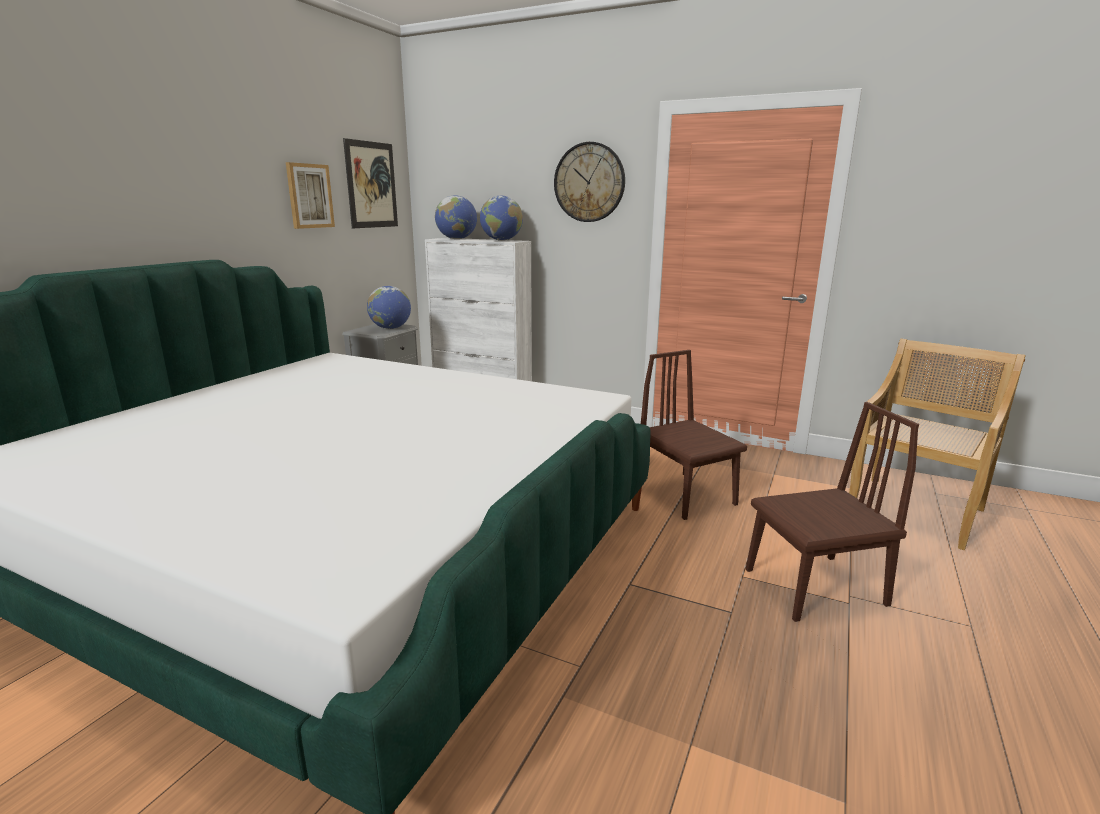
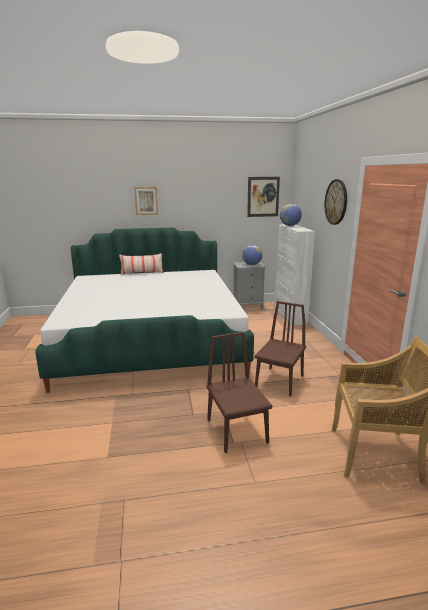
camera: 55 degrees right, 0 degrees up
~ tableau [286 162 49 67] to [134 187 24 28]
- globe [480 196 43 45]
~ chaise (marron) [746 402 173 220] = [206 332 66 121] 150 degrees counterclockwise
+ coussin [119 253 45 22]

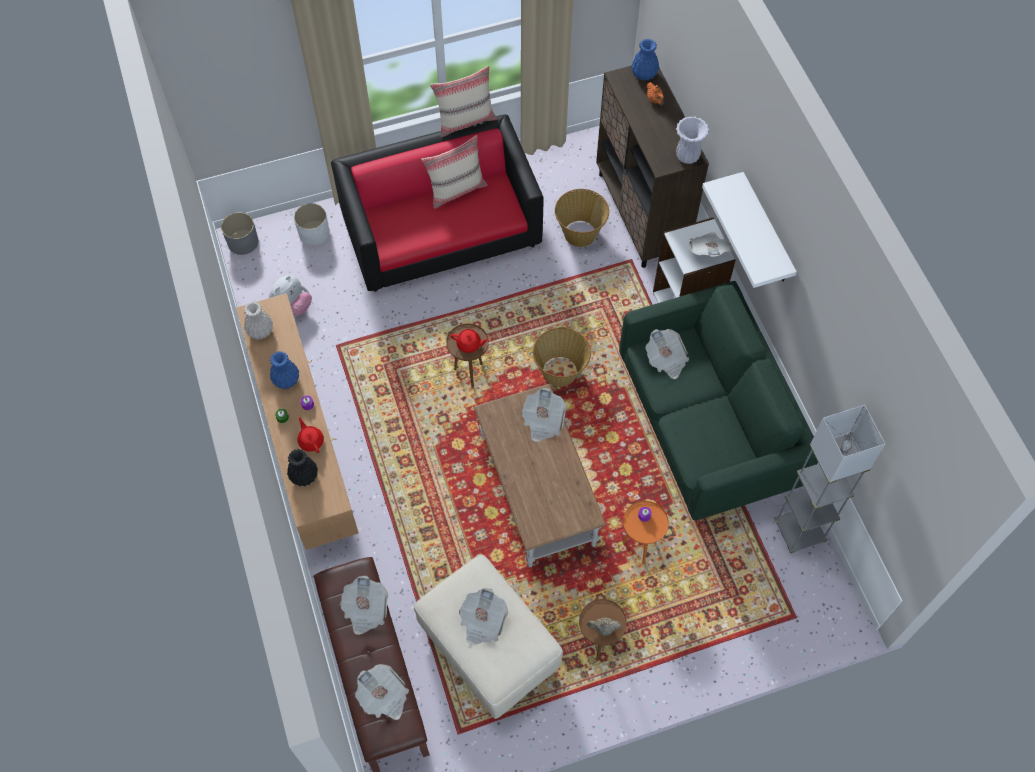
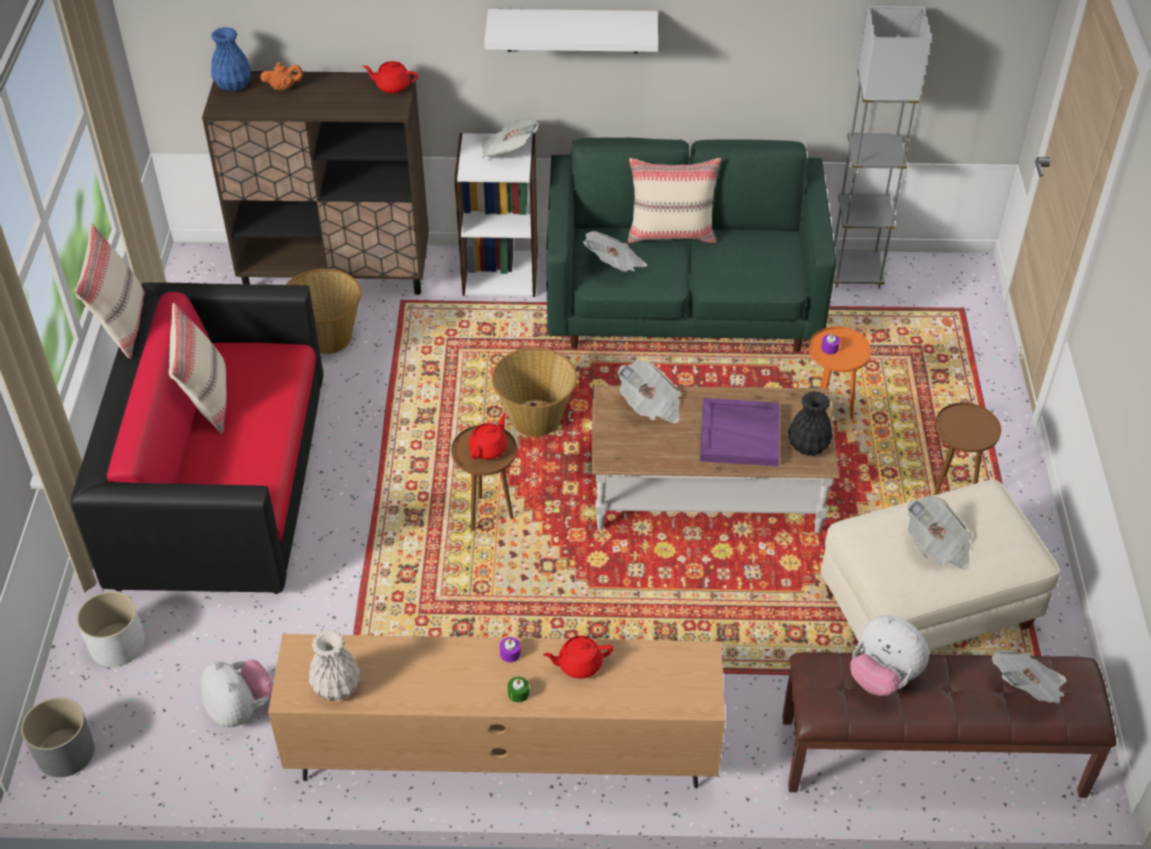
camera: 70 degrees left, 15 degrees down
- vase (bleu) [270 351 29 38]
~ vase (noir) [287 449 31 37] to [788 391 45 65]
~ journal [340 576 48 59] to peluche [850 615 79 81]
- théière (beige) [587 617 34 19]
~ vase (blanc) [676 116 33 48] to théière (rouge) [363 61 55 32]
+ coussin (beige) [628 158 93 85]
+ plateau (violet) [700 398 79 69]

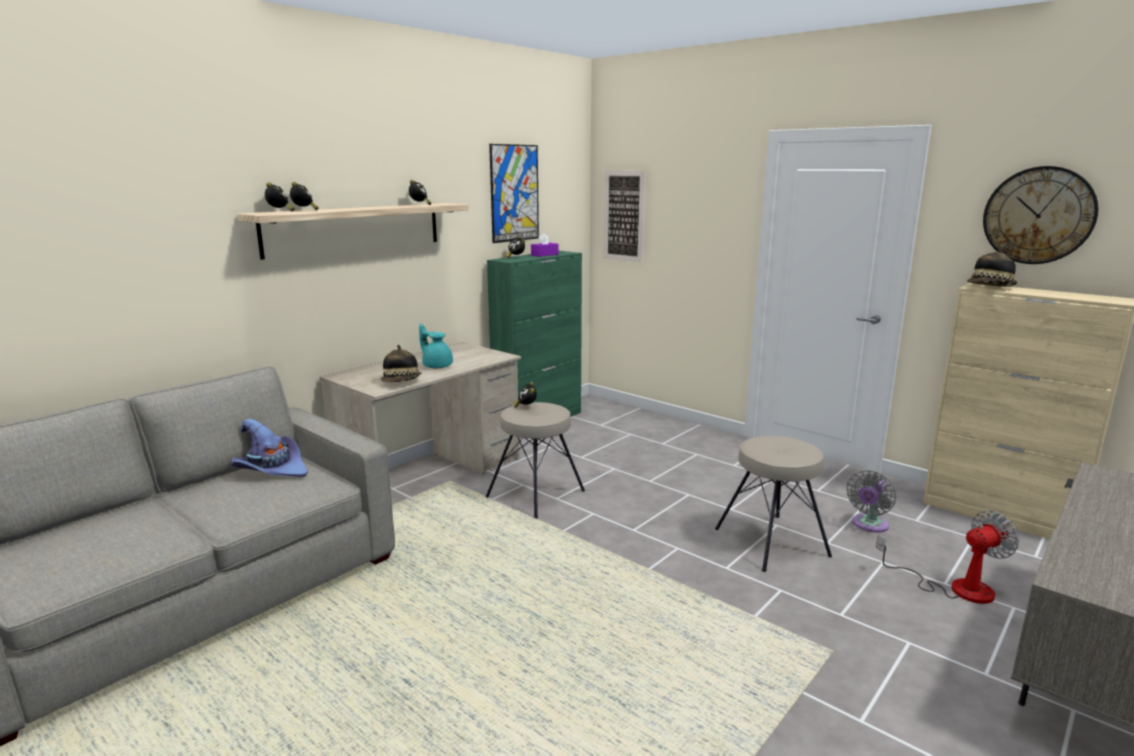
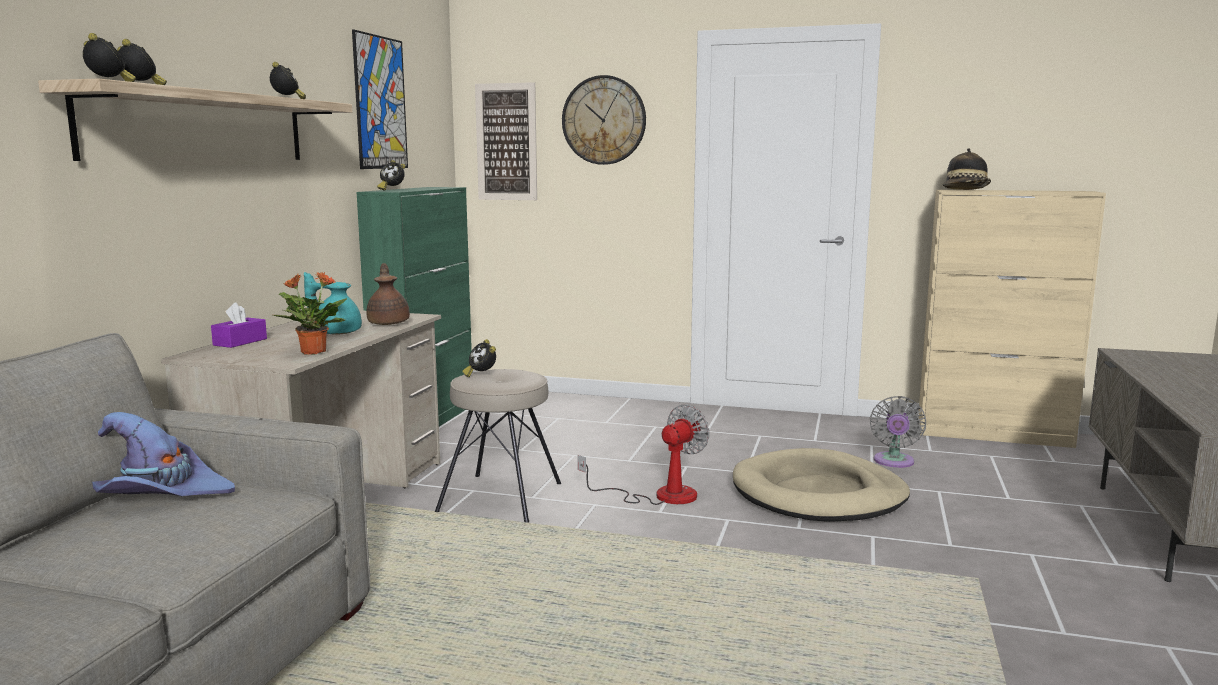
camera: 25 degrees left, 5 degrees down
~ chapeau [381 345 41 37] to plante en pot [273 272 74 82]
~ boîte à mouchoirs (violet) [531 233 27 24] to [211 302 56 46]
~ tabouret (beige) [715 436 117 136] to panier pour chien (beige) [733 448 177 74]
~ ventilateur [876 510 143 94] to [578 404 132 101]
~ horloge murale [983 166 116 98] to [562 75 84 90]
+ théière (marron) [366 263 44 62]

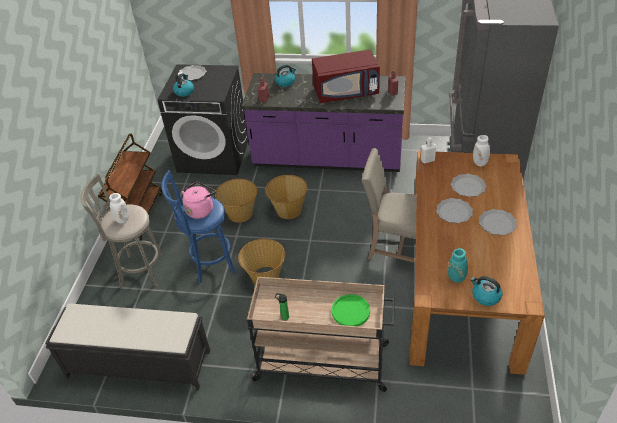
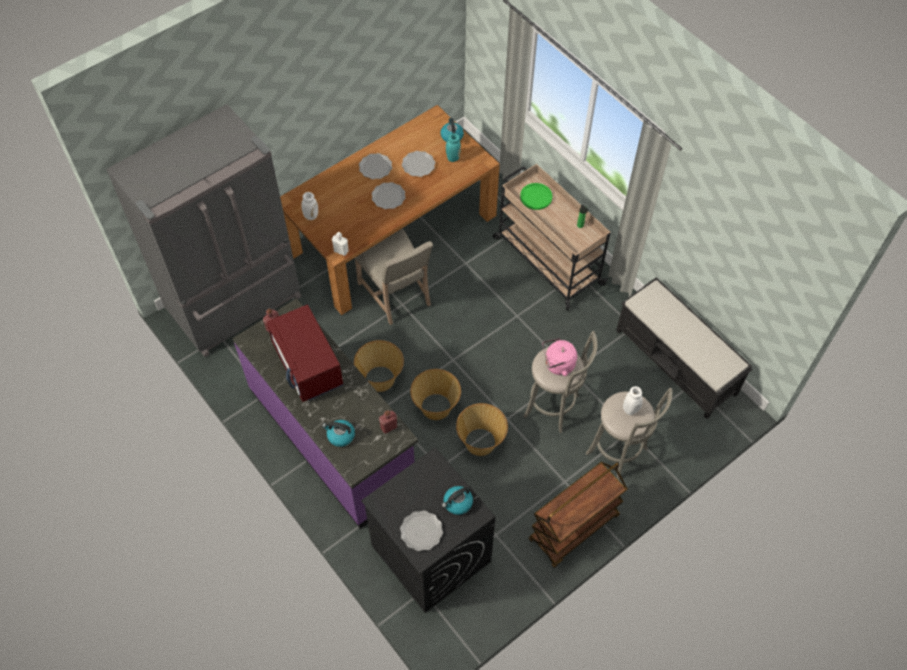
camera: 140 degrees left, 15 degrees up
~ tabouret (bleu) [162 170 74 113] to tabouret (gris) [523 331 75 102]
~ panier [238 239 47 46] to [354 340 50 52]
~ micro-ondes (rouge) [312 50 68 53] = [267 305 77 97] 150 degrees counterclockwise
~ assiette [451 174 36 23] to [402 151 34 26]

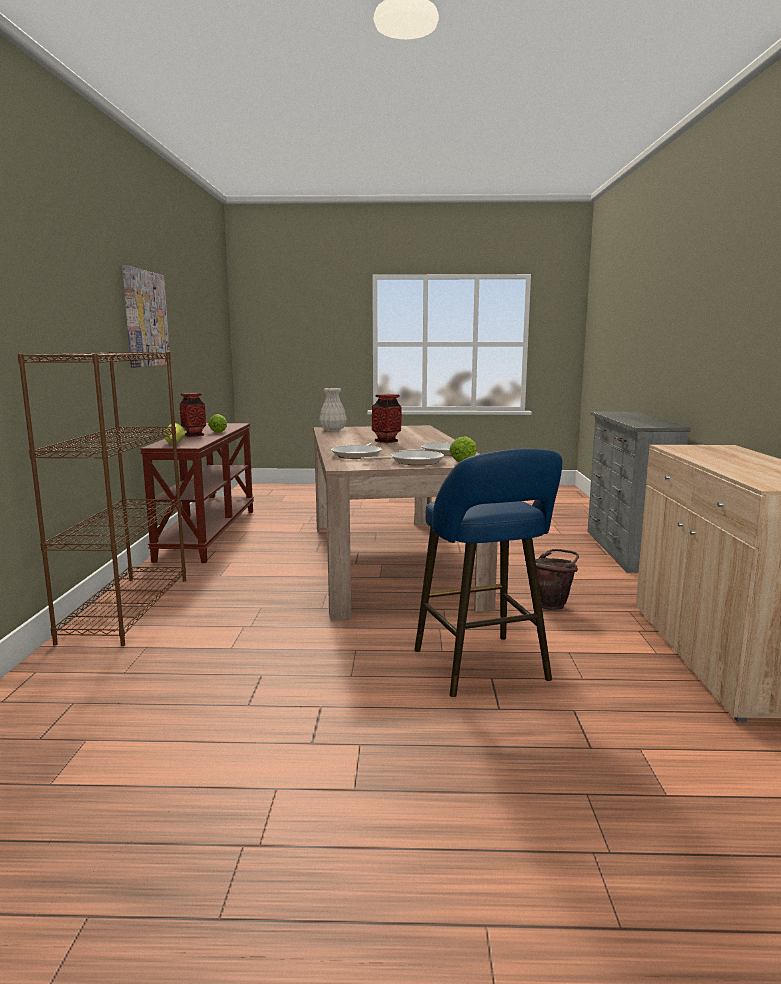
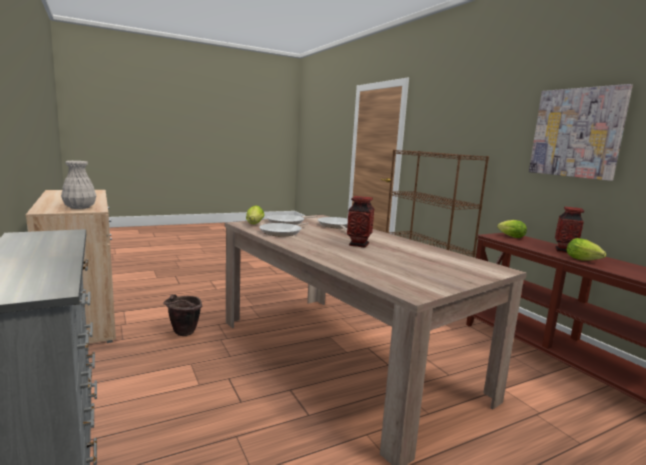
camera: 150 degrees right, 0 degrees up
~ vase (blanc) [319 388 28 43] to [61 161 35 48]
- tabouret (bleu) [414 449 148 248]

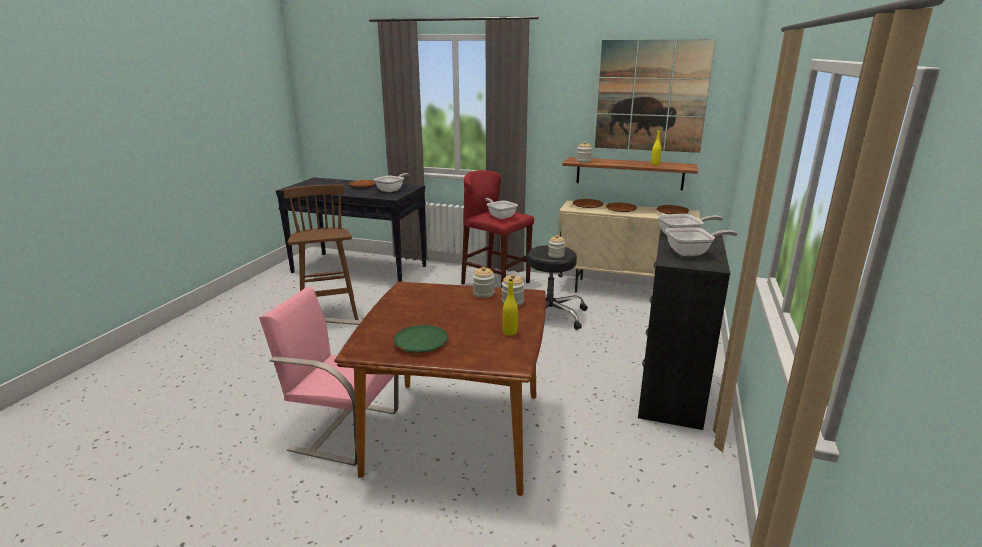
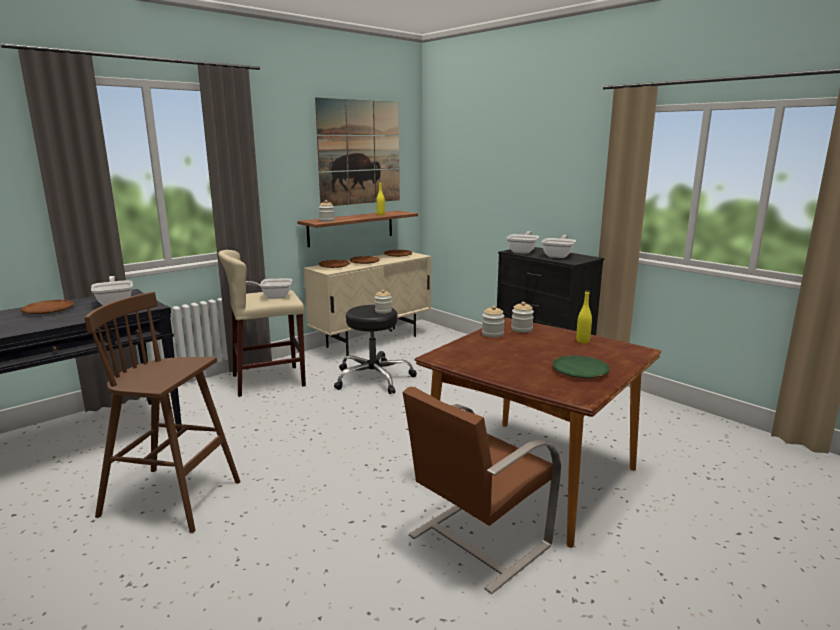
camera: 60 degrees left, 5 degrees down
~ chaise (rose) [259 286 140 180] to chaise (marron) [403 387 158 207]
~ tabouret (rouge) [461 170 73 118] to tabouret (beige) [218 250 88 147]

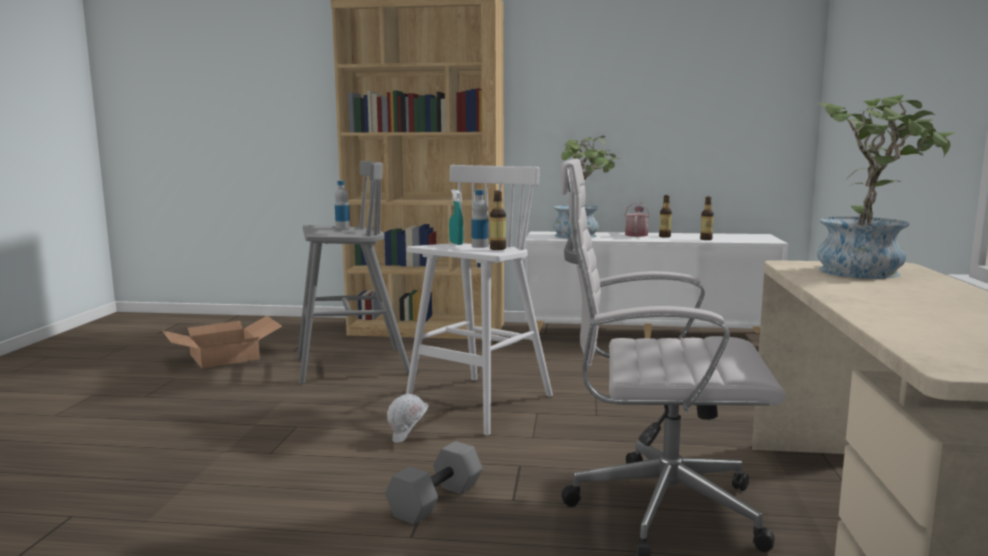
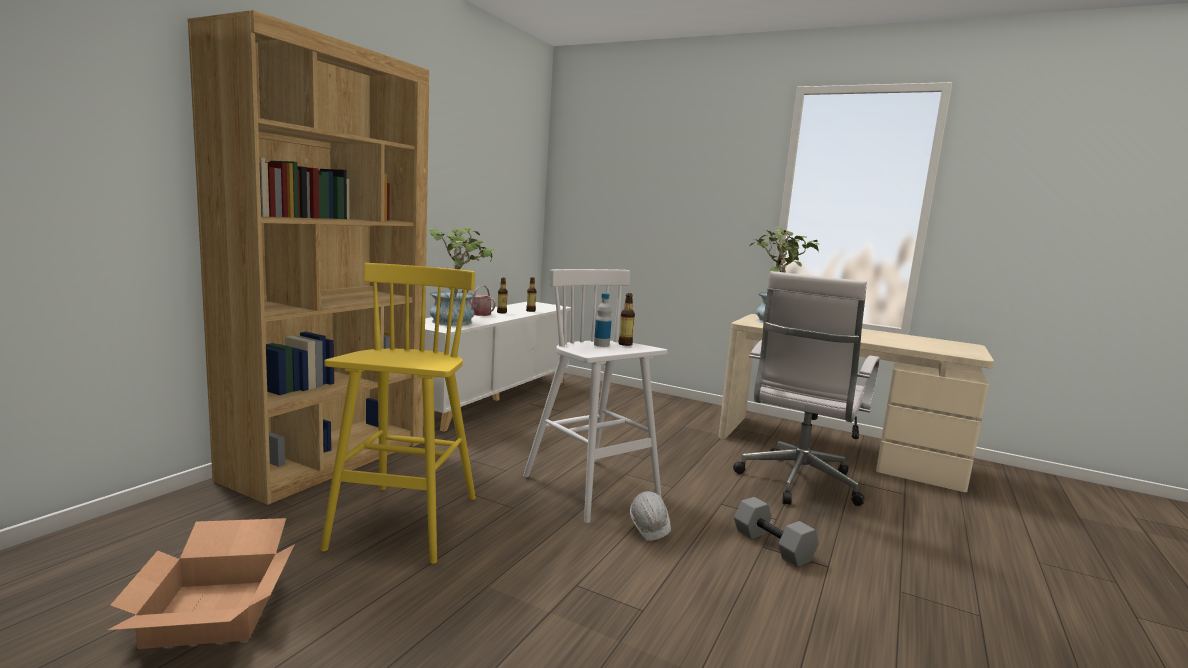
camera: 70 degrees left, 0 degrees up
~ tabouret (gris) [297 161 113 223] to tabouret (jaune) [320 263 156 301]
- bouteille [335 181 15 48]
- vaporisateur (turquoise) [449 190 15 55]

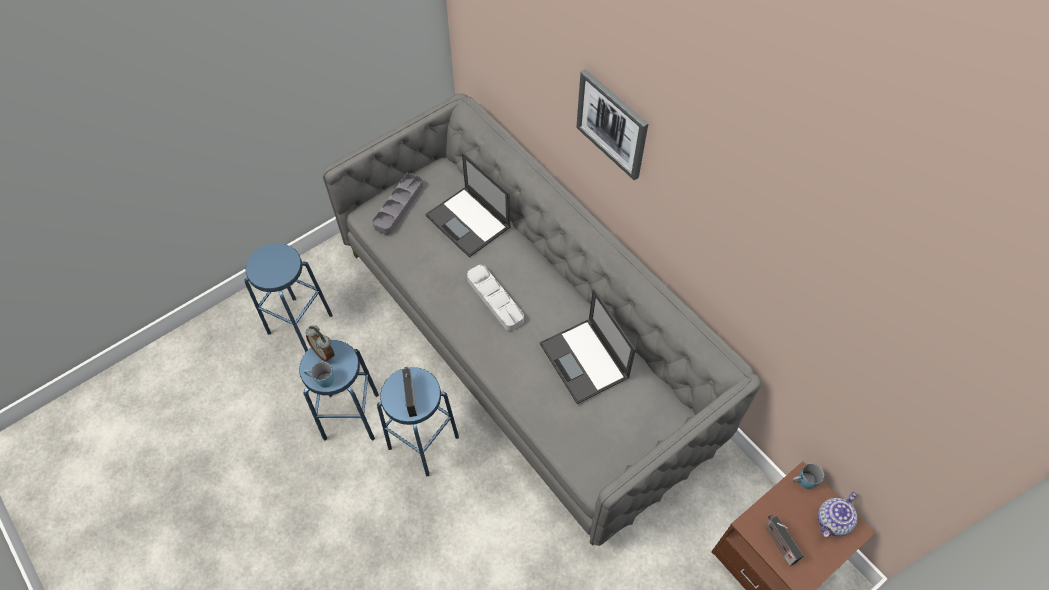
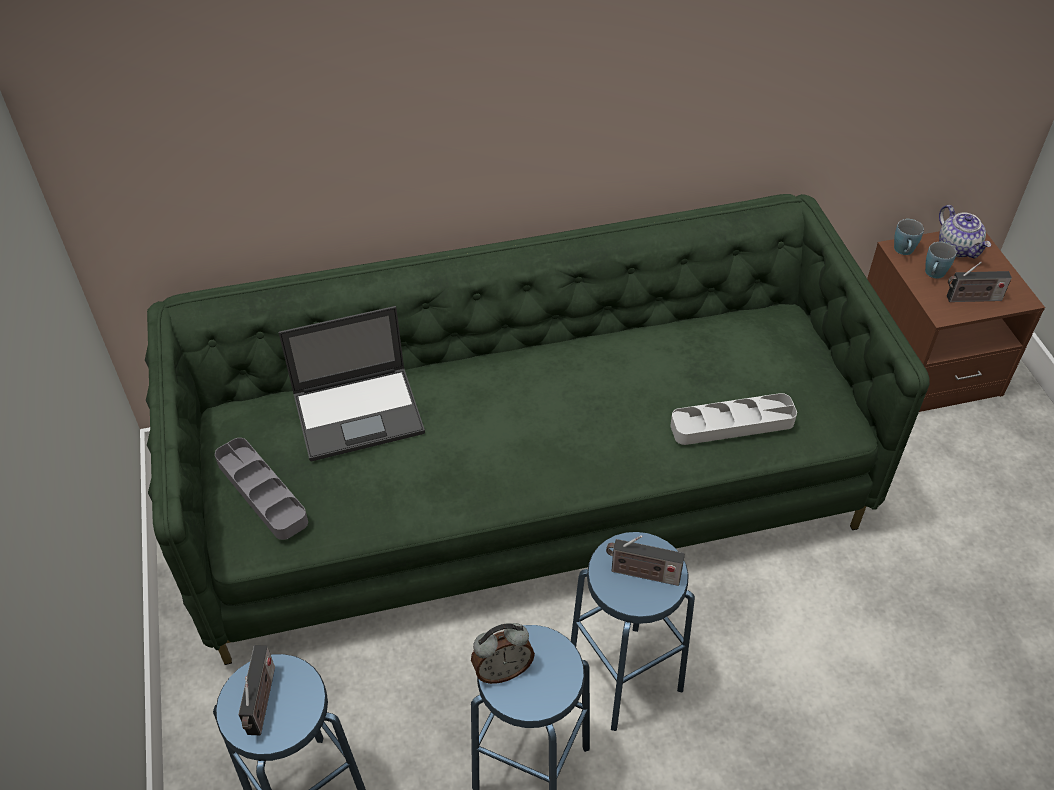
camera: 65 degrees left, 10 degrees down
~ mug (bleu) [304 362 30 26] to [925 242 31 37]
~ canapé (gris) [323 94 438 452] to canapé (vert) [145 194 785 471]
~ plateau (gris) [467 265 57 66] to [670 393 127 52]
- ordinateur portable [540 289 96 115]
- tableau [576 69 72 112]
+ radio [238 645 37 90]

